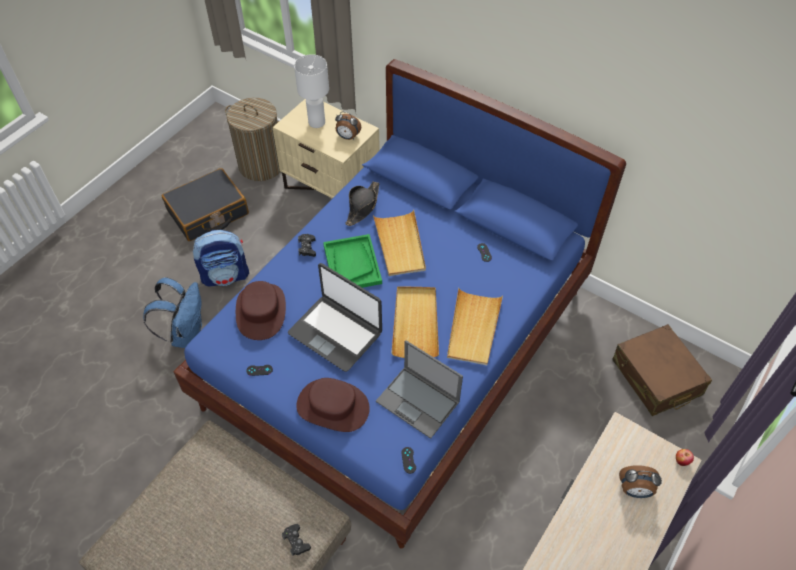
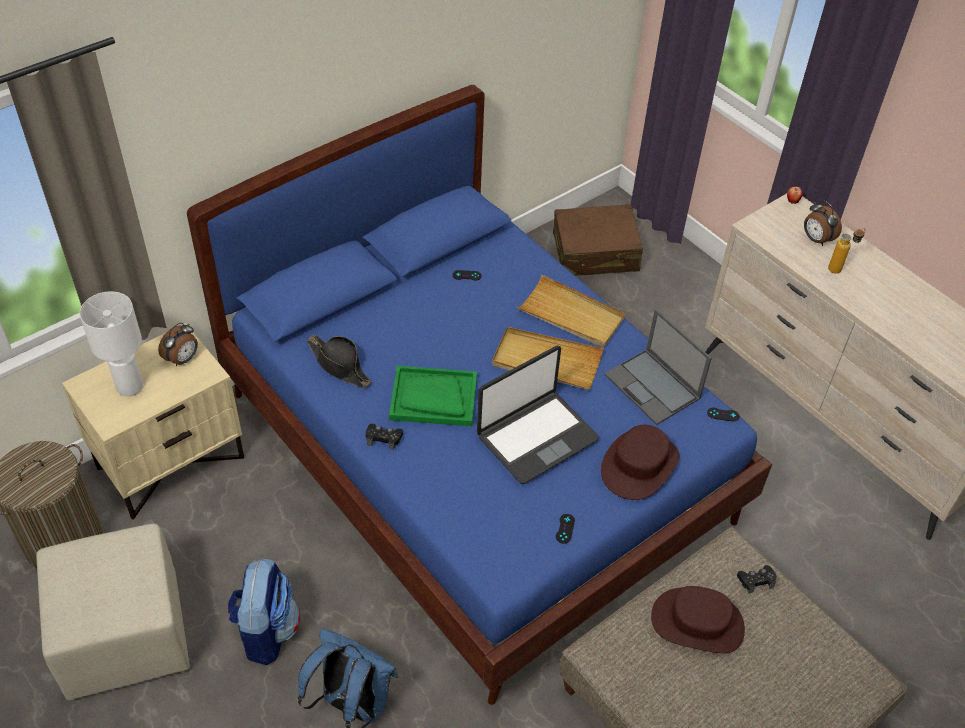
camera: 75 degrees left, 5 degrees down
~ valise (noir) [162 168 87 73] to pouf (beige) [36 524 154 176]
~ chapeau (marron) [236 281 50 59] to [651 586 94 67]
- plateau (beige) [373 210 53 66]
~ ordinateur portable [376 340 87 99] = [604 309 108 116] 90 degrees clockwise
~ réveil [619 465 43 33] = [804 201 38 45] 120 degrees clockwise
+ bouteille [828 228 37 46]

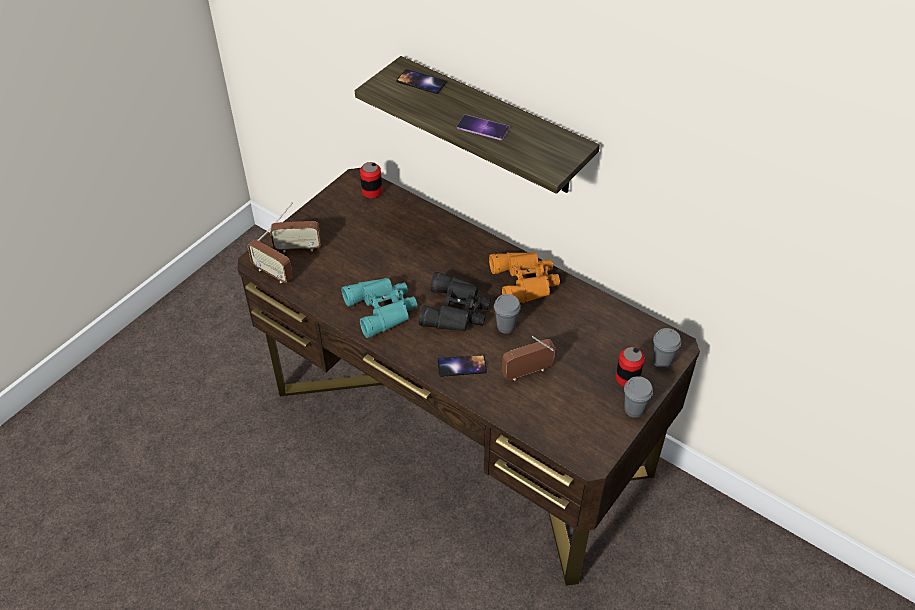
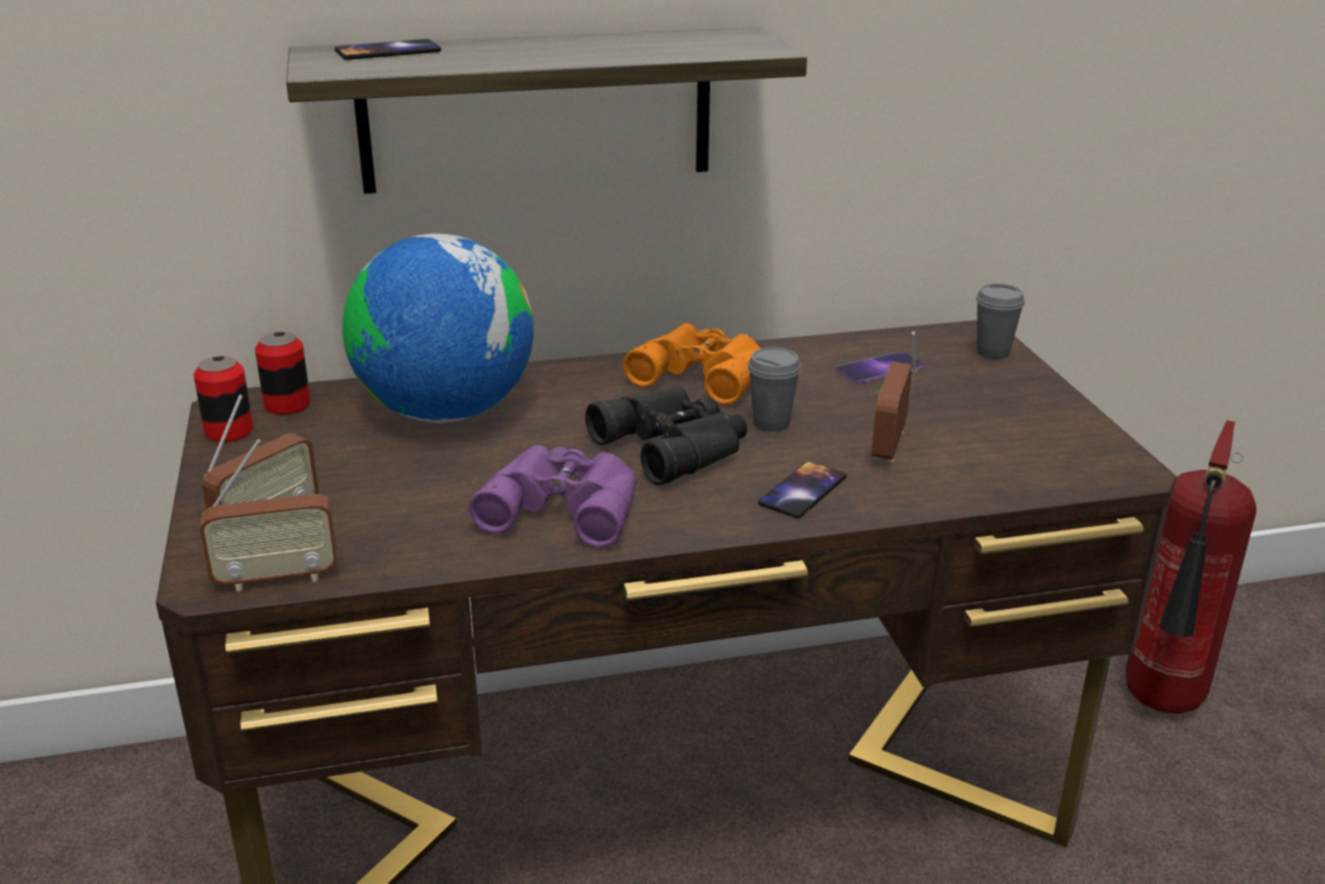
camera: 50 degrees left, 20 degrees down
~ jumelles (turquoise) [342 278 75 60] to jumelles (violet) [469 445 168 103]
~ téléphone [457 115 53 25] to [835 351 90 33]
~ boîte métallique [616 347 29 39] to [194 356 59 86]
- tasse (gris) [624 376 29 42]
+ globe [342 234 192 189]
+ extincteur [1125 420 131 294]

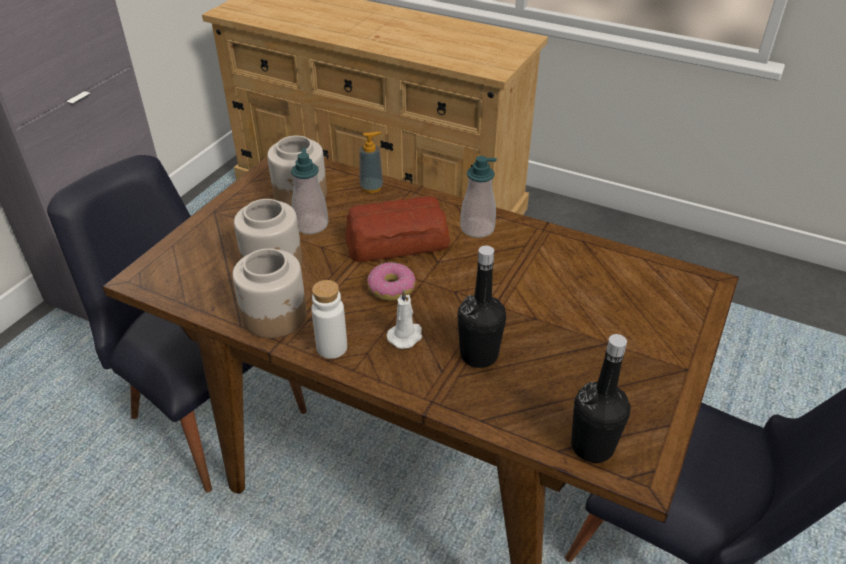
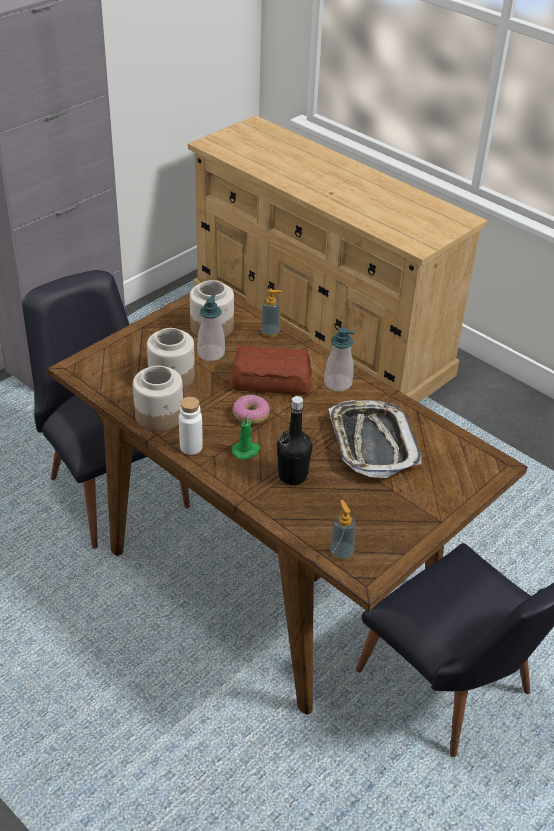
camera: 15 degrees right, 0 degrees up
~ bougie (blanc) [386 289 37 60] to bougie (vert) [232 415 28 45]
~ bouteille (noir) [571 334 59 129] to distributeur de savon [329 500 27 61]
+ plateau [329 400 92 78]

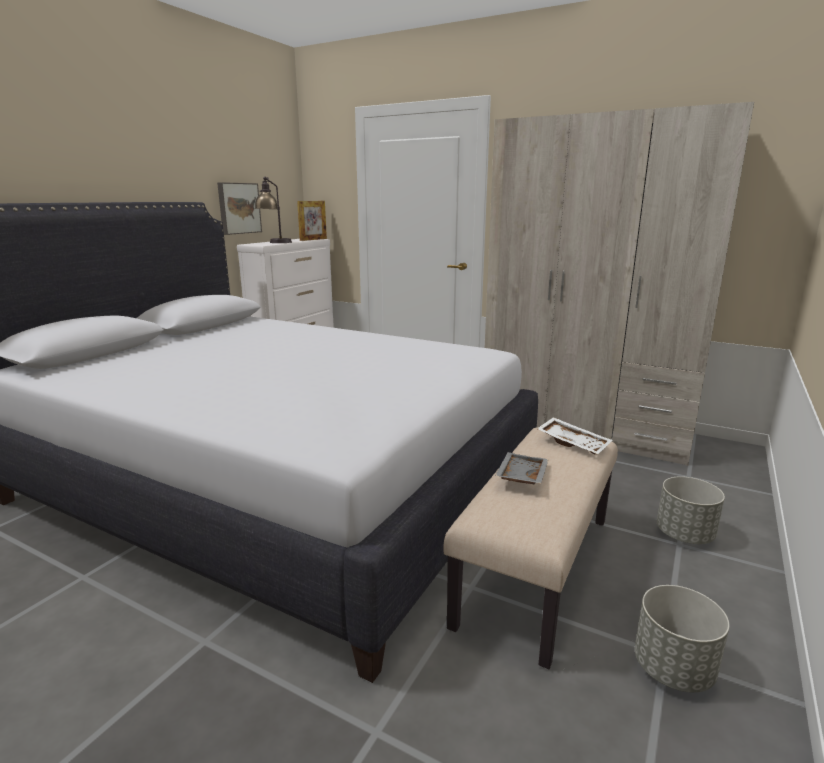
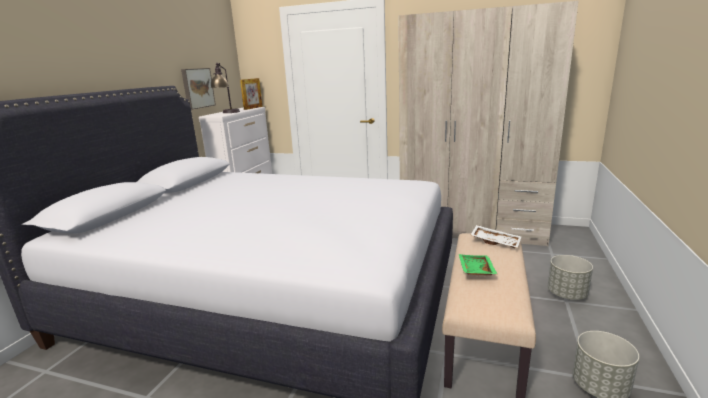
camera: 10 degrees left, 0 degrees up
~ plateau (gris) [495 452 54 32] to plateau (vert) [459 254 38 21]

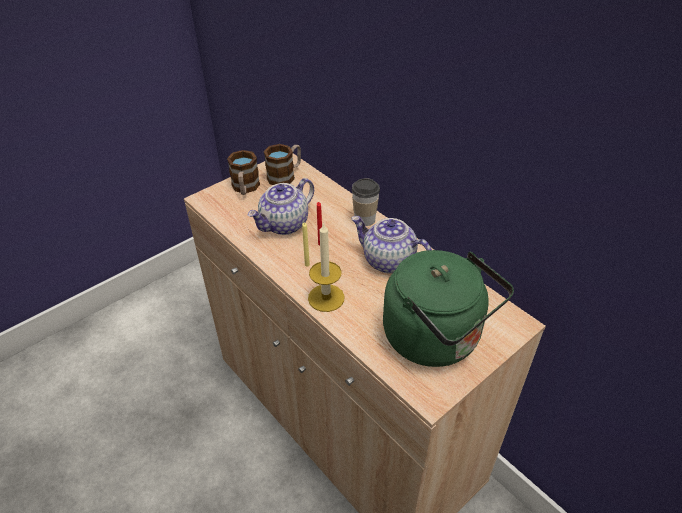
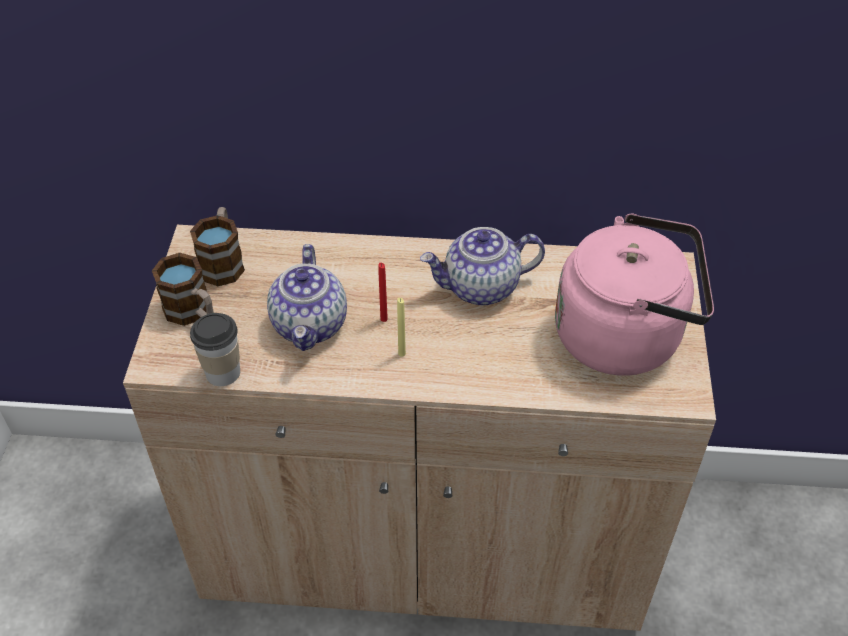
camera: 45 degrees left, 5 degrees up
- bougie [308 222 37 90]
~ tasse [352 178 28 48] to [190 313 50 73]
~ bouilloire (vert) [383 250 131 117] to bouilloire (rose) [555 214 159 162]

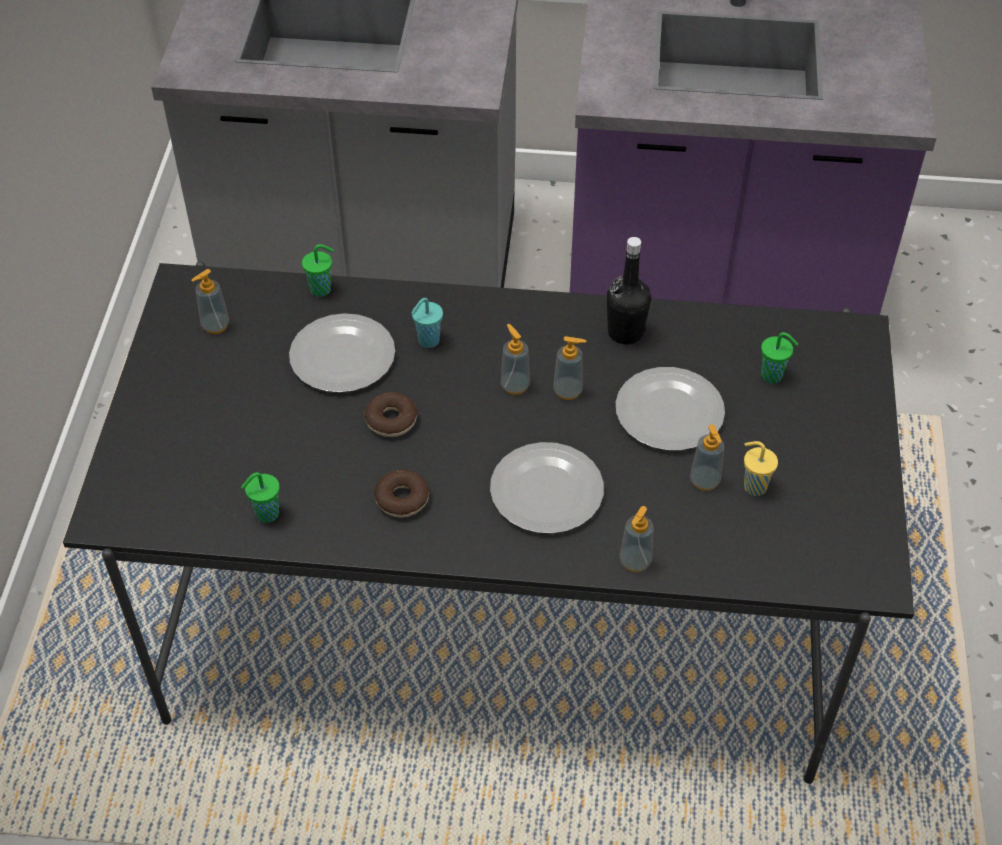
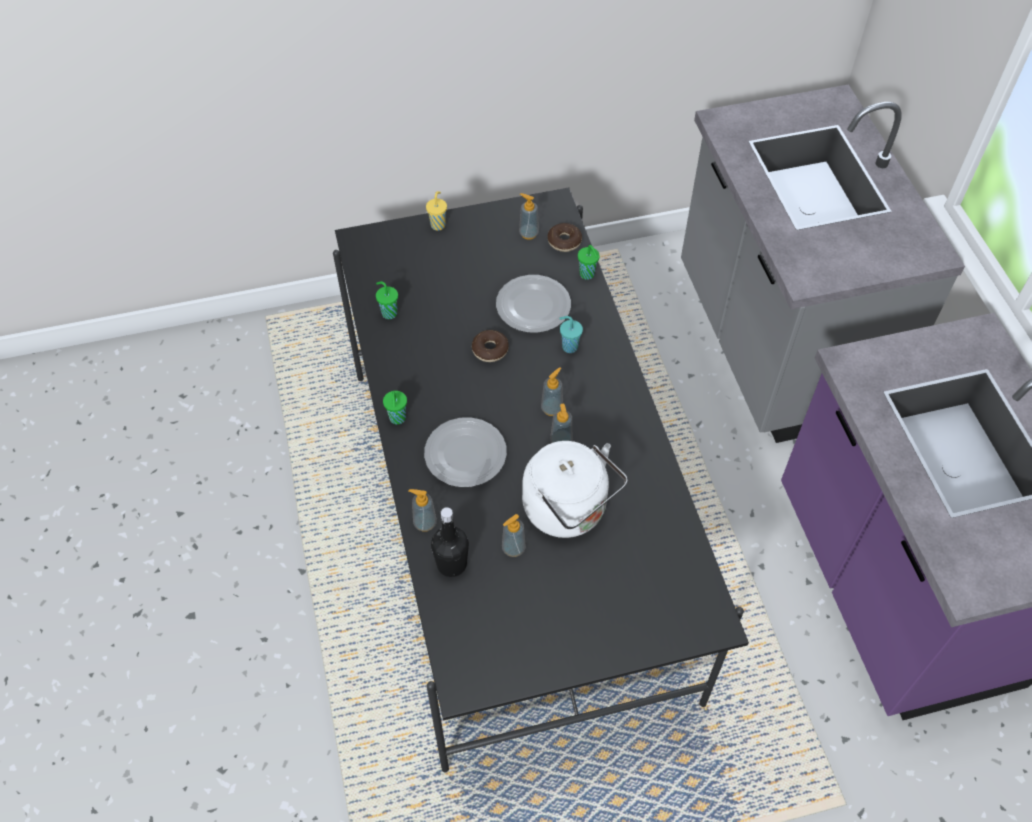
camera: 70 degrees right, 5 degrees up
~ beignet [374 470 55 48] to [548 223 34 29]
~ bouteille (noir) [607 237 44 108] to [431 507 38 70]
~ assiette [616 367 109 84] to bouilloire (blanc) [522 441 105 97]
~ tasse (jaune) [744 441 34 55] to [426 191 21 40]
~ tasse (vert) [761 332 37 51] to [383 391 24 34]

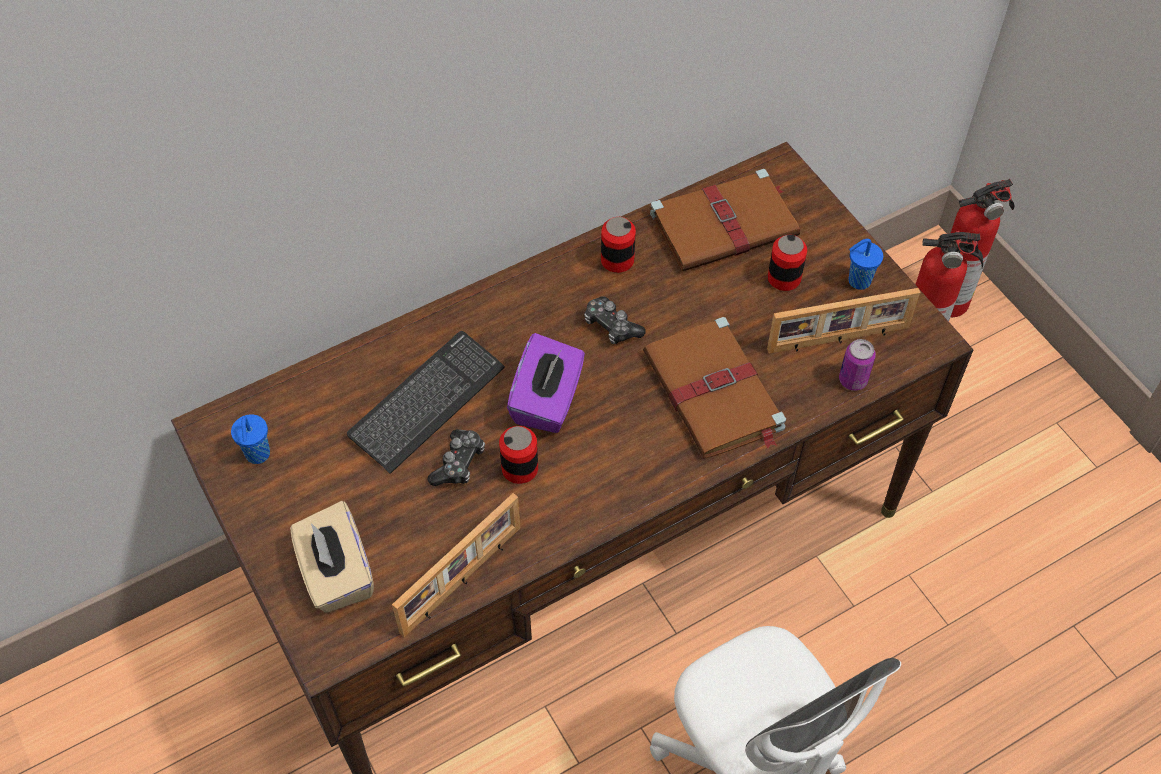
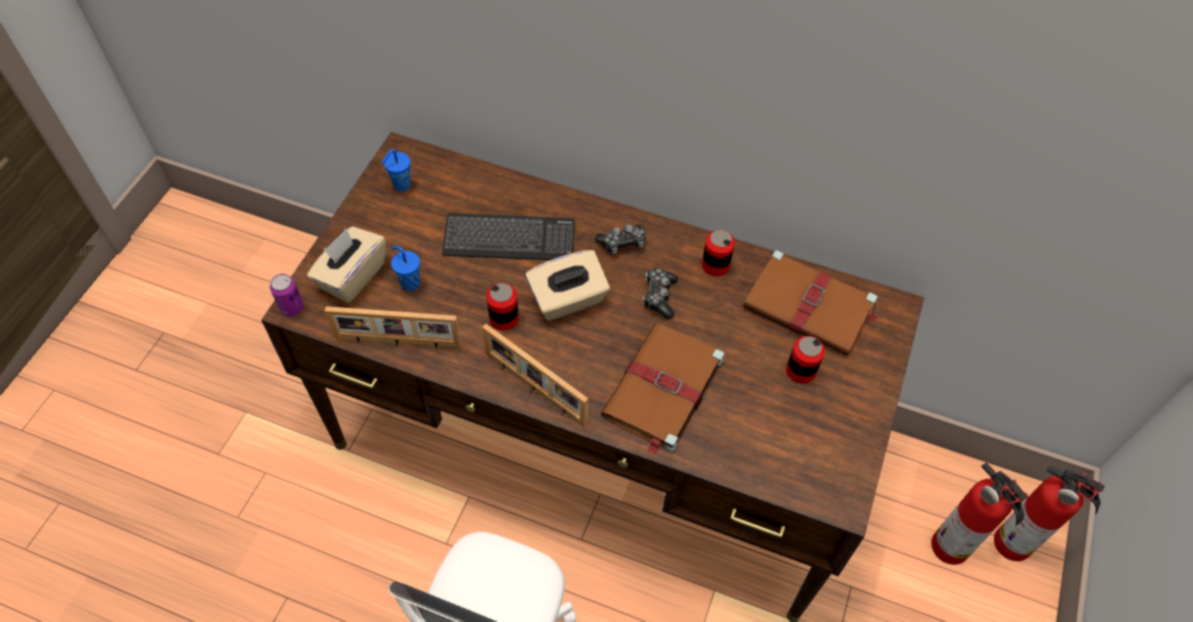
camera: 50 degrees right, 0 degrees up
~ manette [427 429 58 57] to [595 224 51 31]
~ boîte à mouchoirs (violet) [507 333 78 100] to boîte à mouchoirs (beige) [525 250 85 71]
~ cadre photo [767 288 154 66] to [482 324 106 103]
~ boîte métallique [839 339 37 52] to [270 274 34 42]
~ tasse (bleu) [849 239 34 51] to [391 246 29 45]

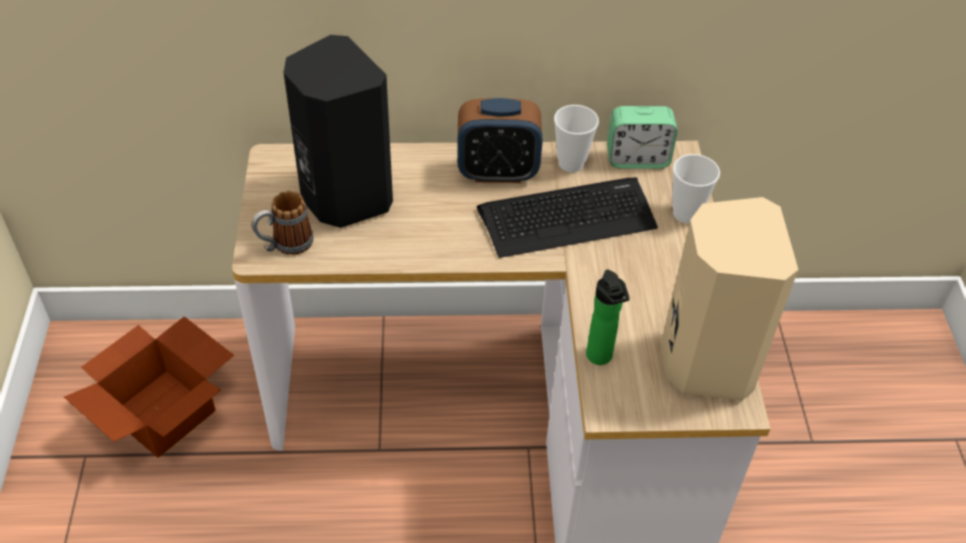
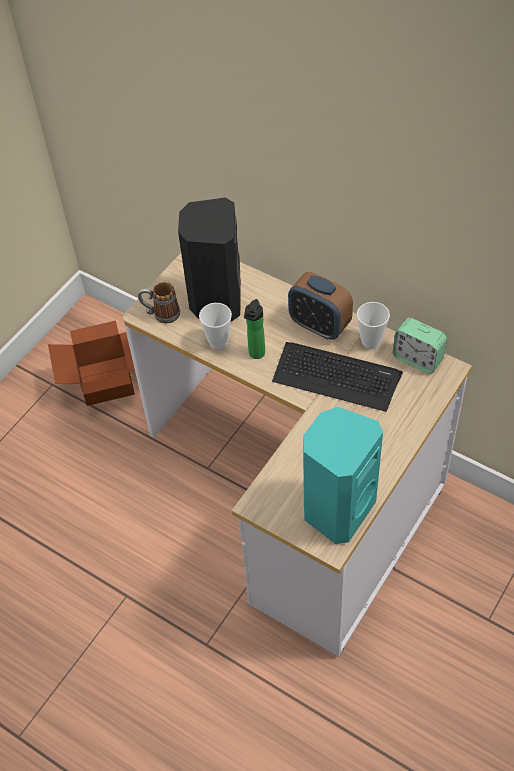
camera: 40 degrees right, 5 degrees up
~ bouteille [586 269 44 96] to [244 299 21 60]
~ enceinte (beige) [661 197 137 204] to enceinte (turquoise) [303 407 80 137]
~ tasse [672 154 48 69] to [199 303 33 47]

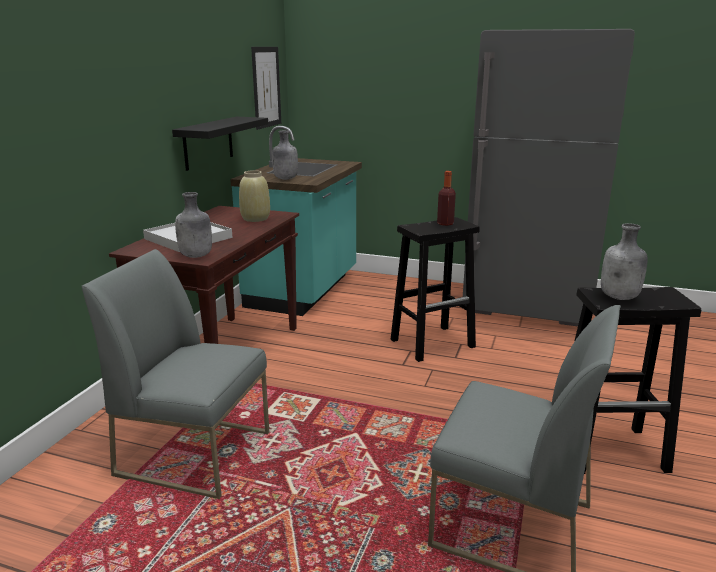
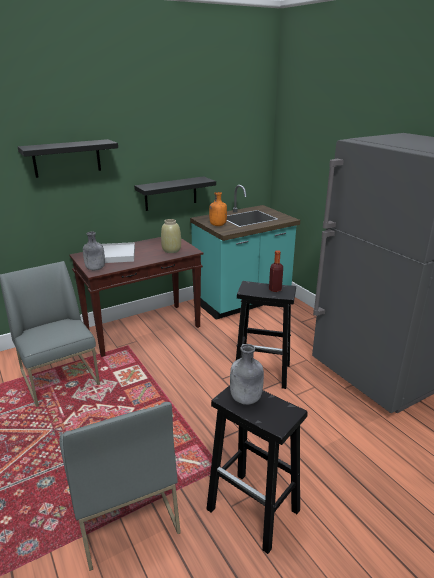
camera: 40 degrees right, 5 degrees up
- tableau [251 47 30 83]
~ bouteille (gris) [272 130 26 50] to bouteille (orange) [209 192 18 34]
+ étagère (noir) [18 139 100 39]

